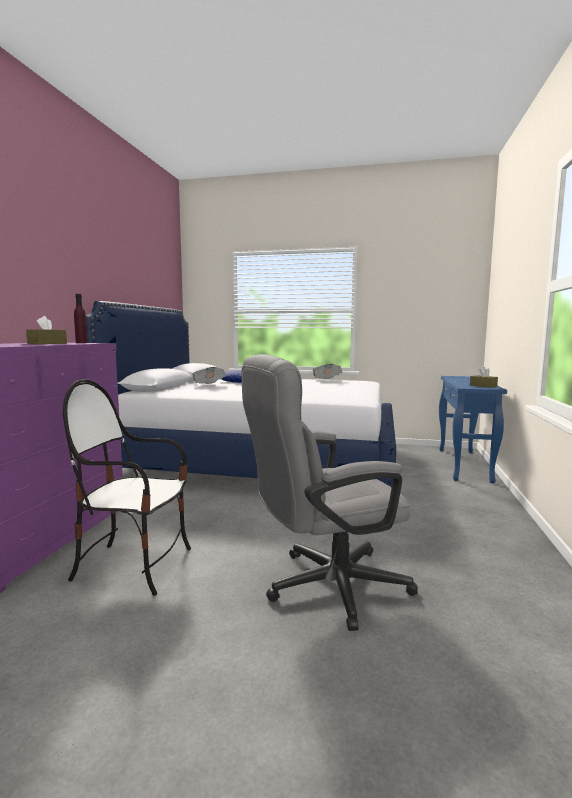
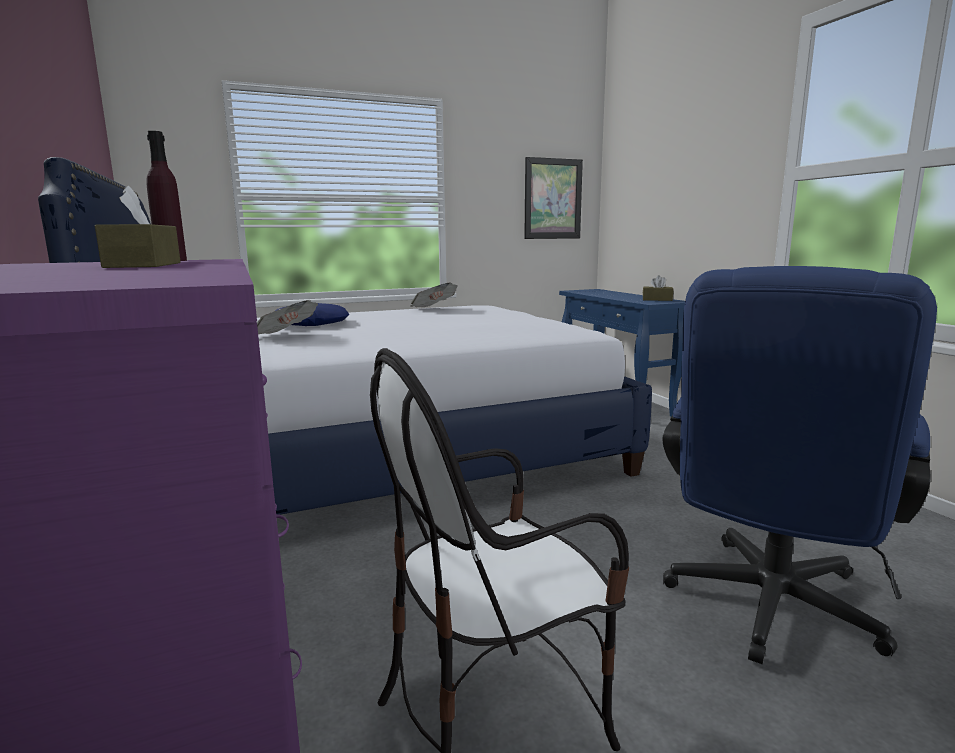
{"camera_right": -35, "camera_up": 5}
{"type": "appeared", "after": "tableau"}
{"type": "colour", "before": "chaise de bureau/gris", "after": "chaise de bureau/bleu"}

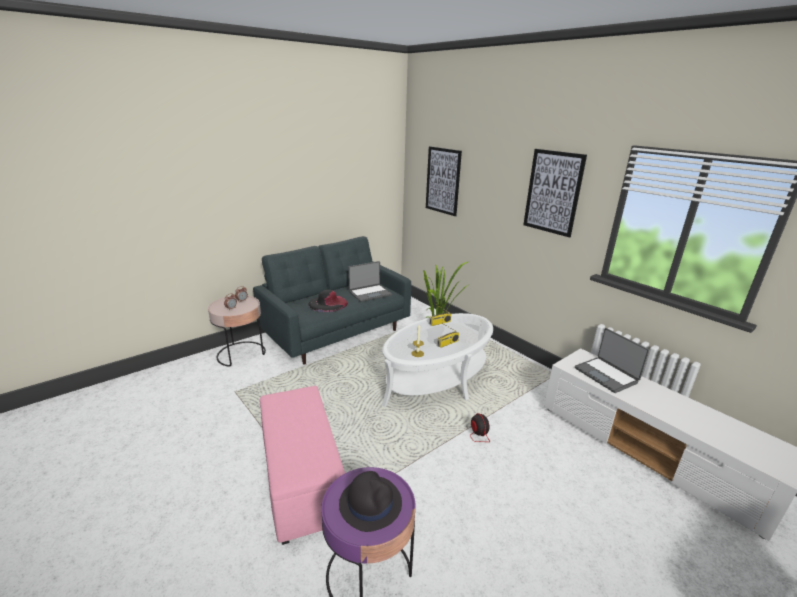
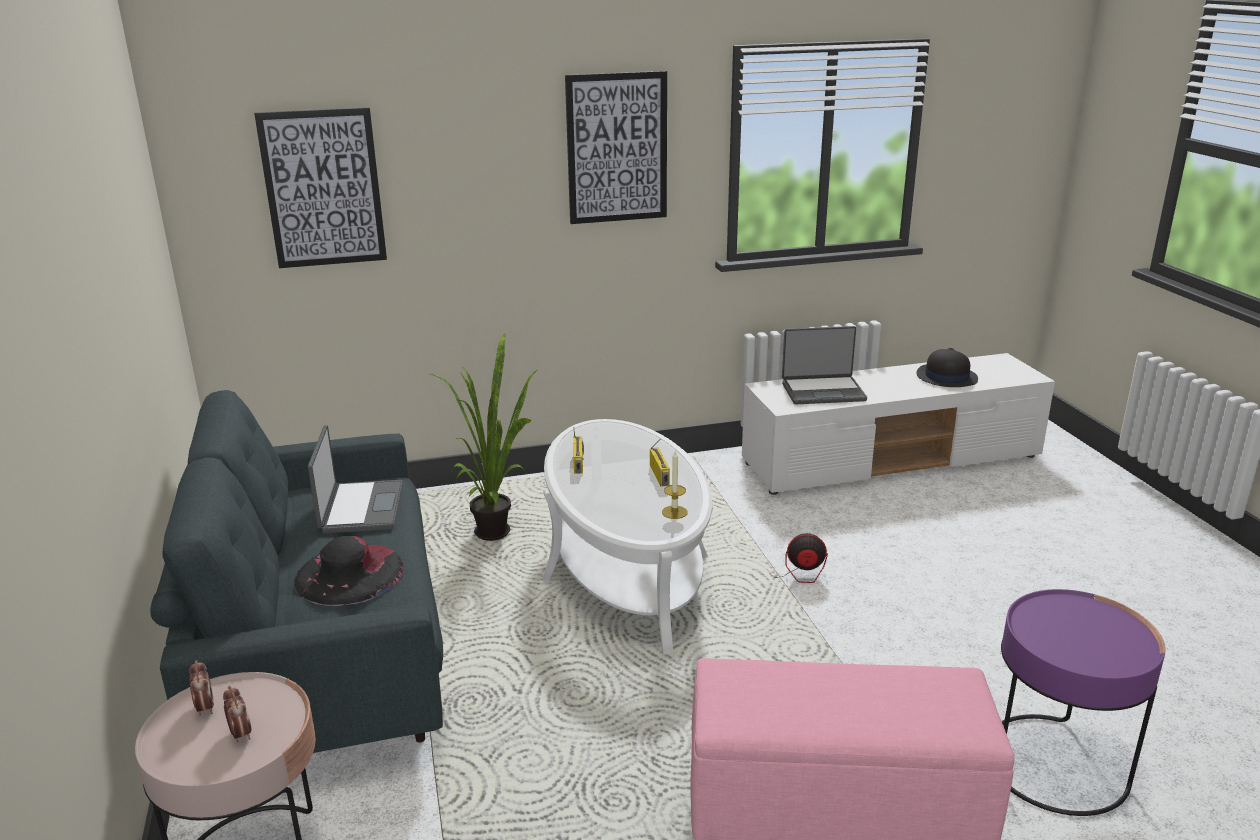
{"camera_right": -65, "camera_up": 0}
{"type": "relocated", "before": "chapeau/noir (no. 2 from left)"}

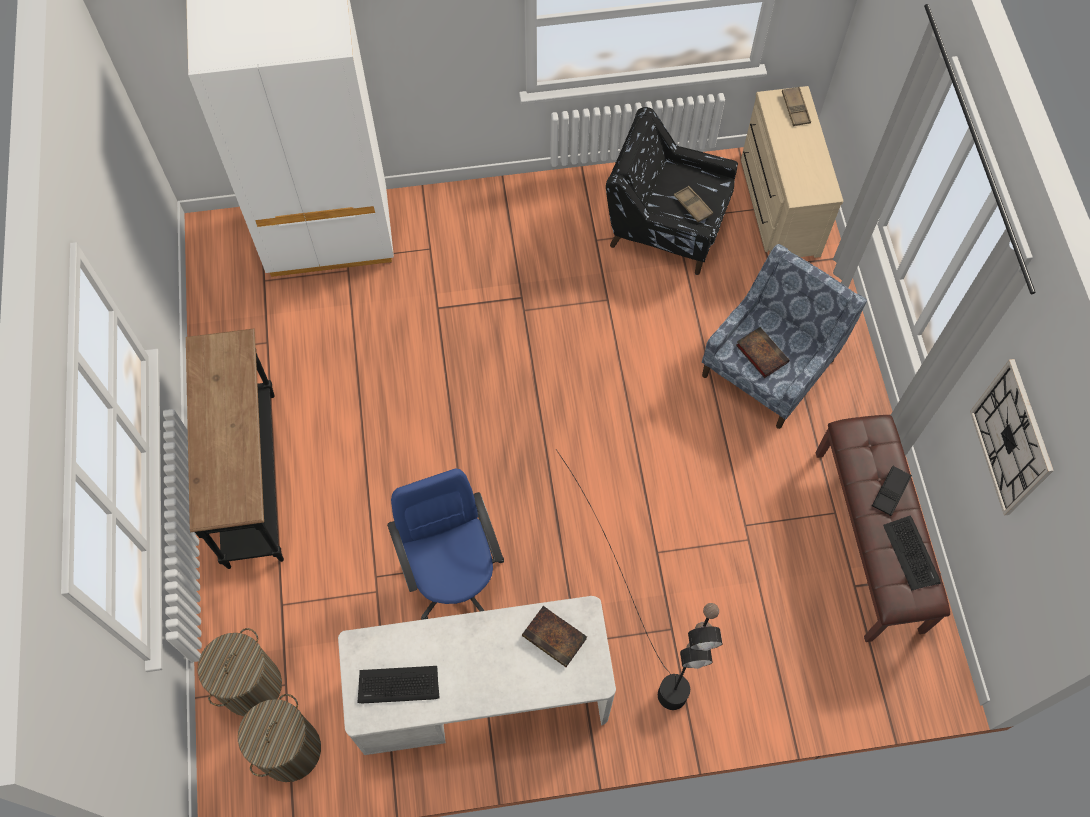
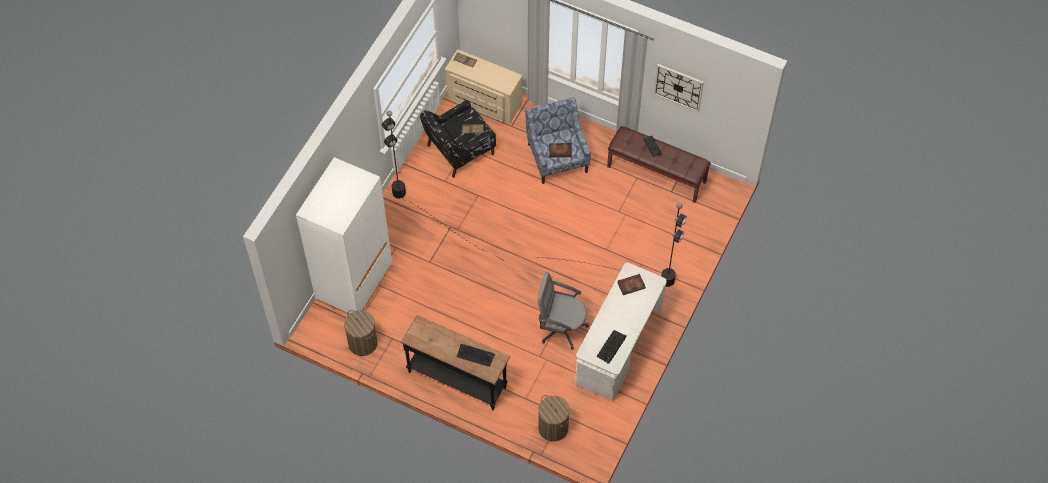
{"camera_right": -55, "camera_up": -5}
{"type": "appeared", "after": "lampadaire/noir (no. 1 from left)"}
{"type": "relocated", "before": "panier à linge (no. 2 from left in the first image)", "after": "panier à linge (no. 1 from left)"}
{"type": "relocated", "before": "clavier (no. 2 from left in the first image)", "after": "clavier (no. 1 from left)"}
{"type": "colour", "before": "chaise de bureau/bleu", "after": "chaise de bureau/gris"}

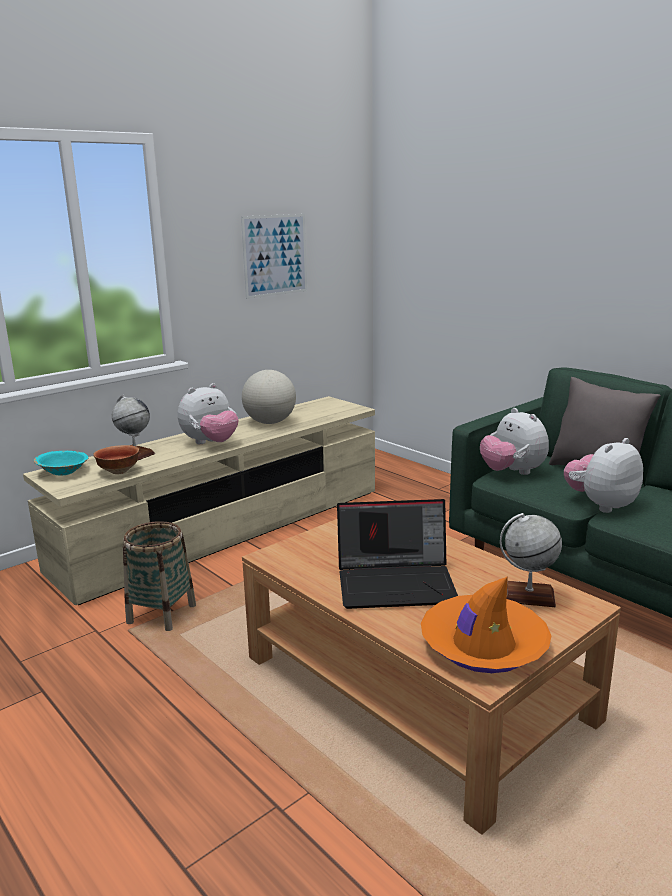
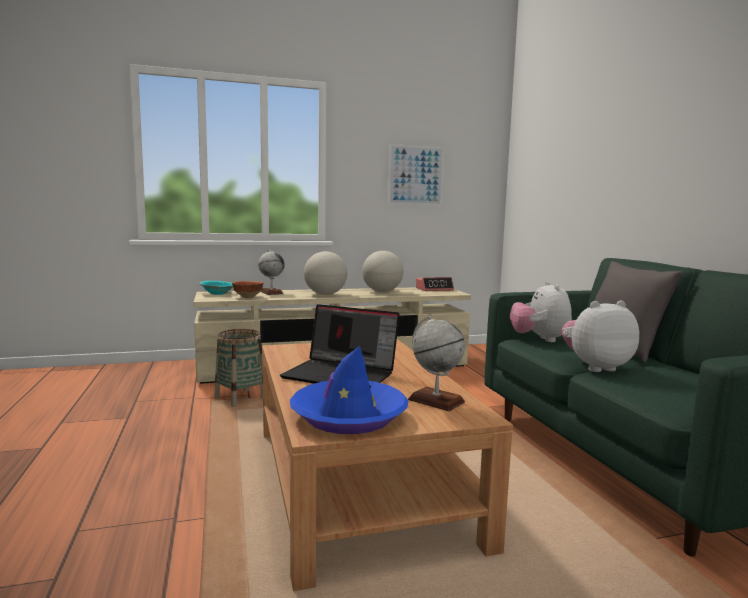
{"camera_right": 25, "camera_up": -10}
{"type": "appeared", "after": "réveil"}
{"type": "exchanged", "before": "peluche (no. 1 from left)", "after": "globe (no. 2 from left)"}
{"type": "colour", "before": "chapeau/orange", "after": "chapeau/bleu"}

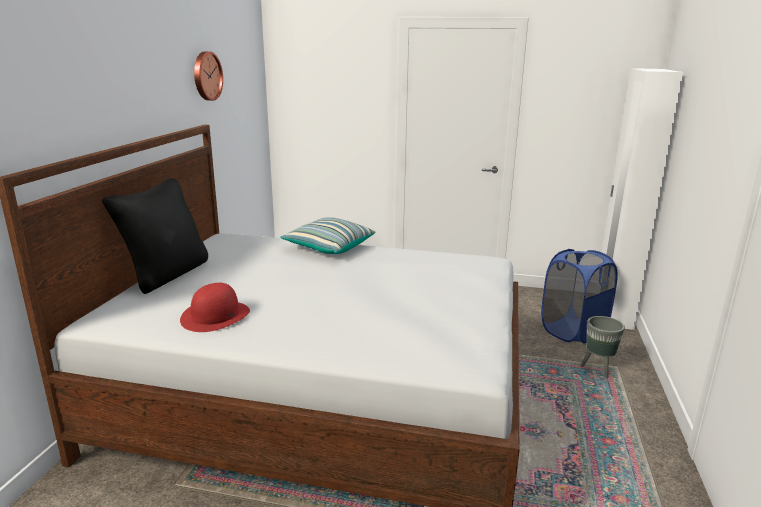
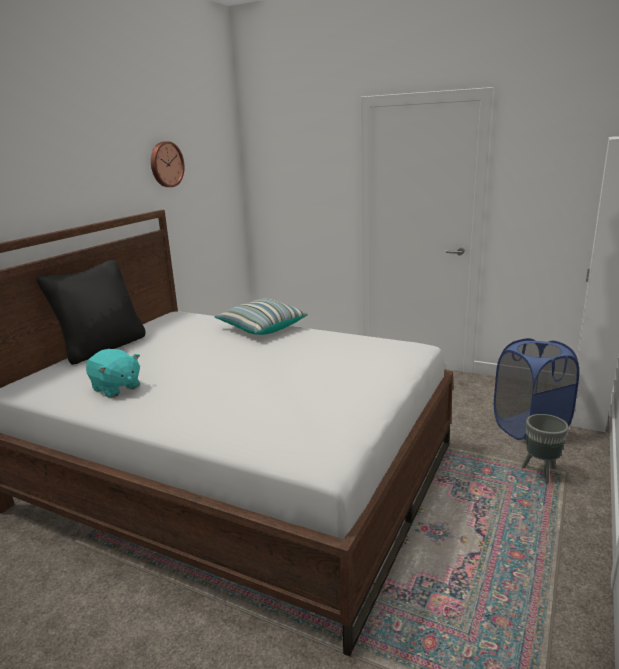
{"camera_right": 15, "camera_up": 0}
{"type": "exchanged", "before": "chapeau/rouge", "after": "peluche/turquoise"}

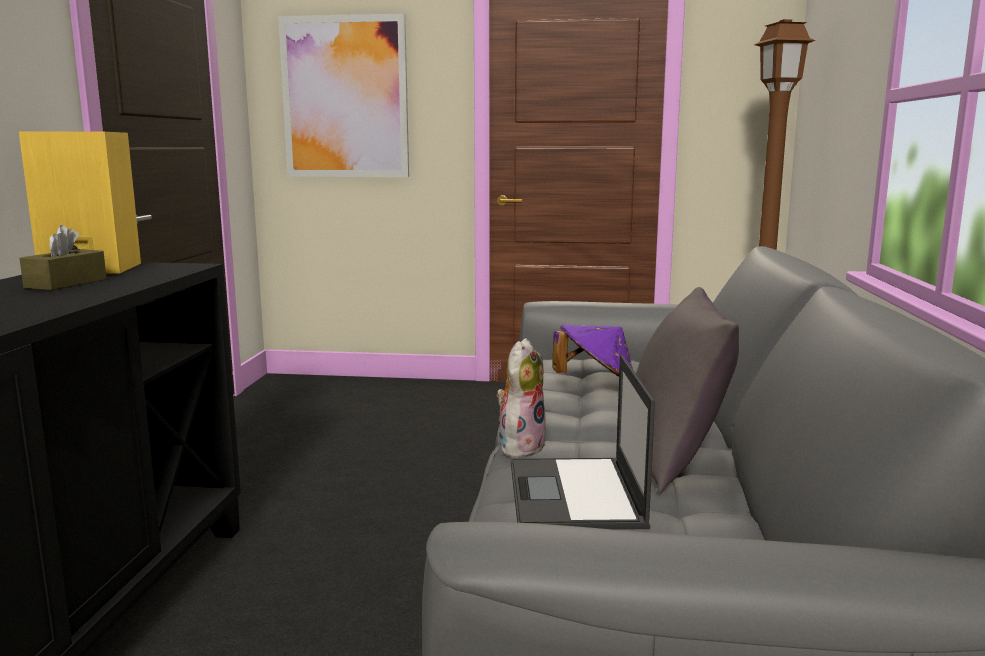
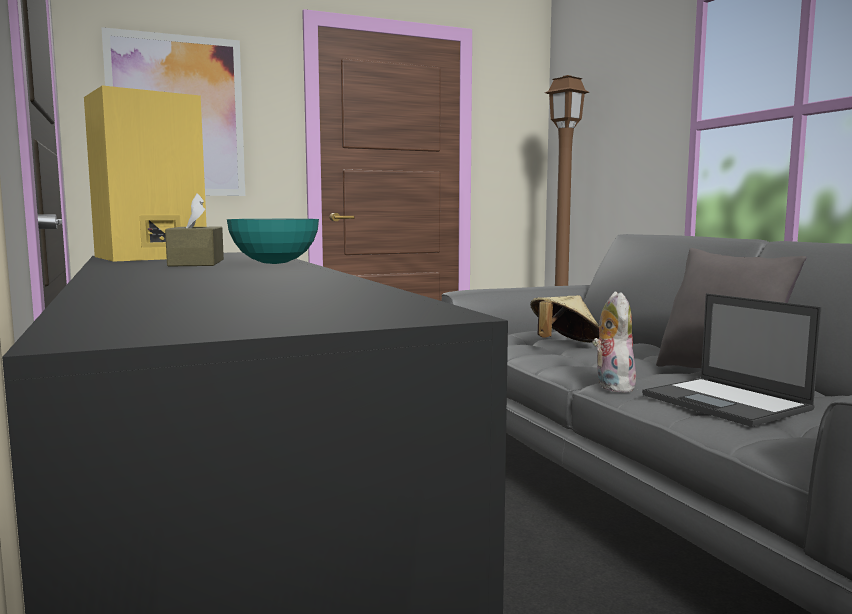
{"camera_right": -30, "camera_up": -5}
{"type": "appeared", "after": "bol"}
{"type": "colour", "before": "chapeau/violet", "after": "chapeau/beige"}

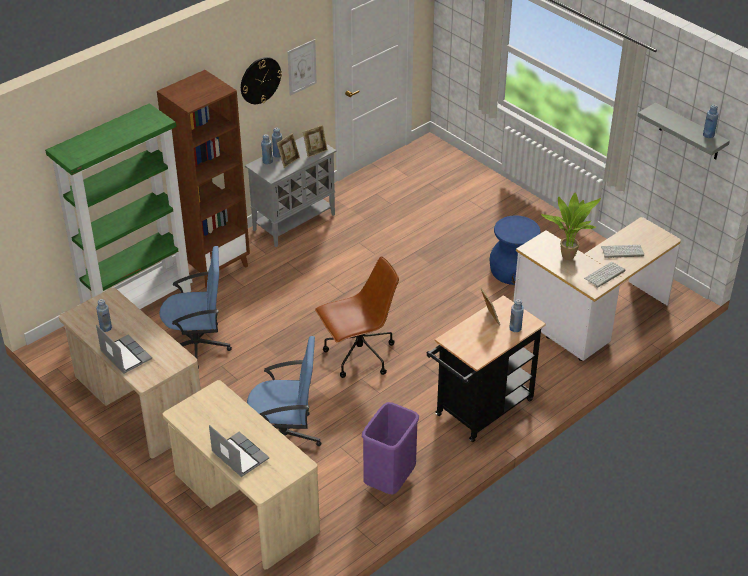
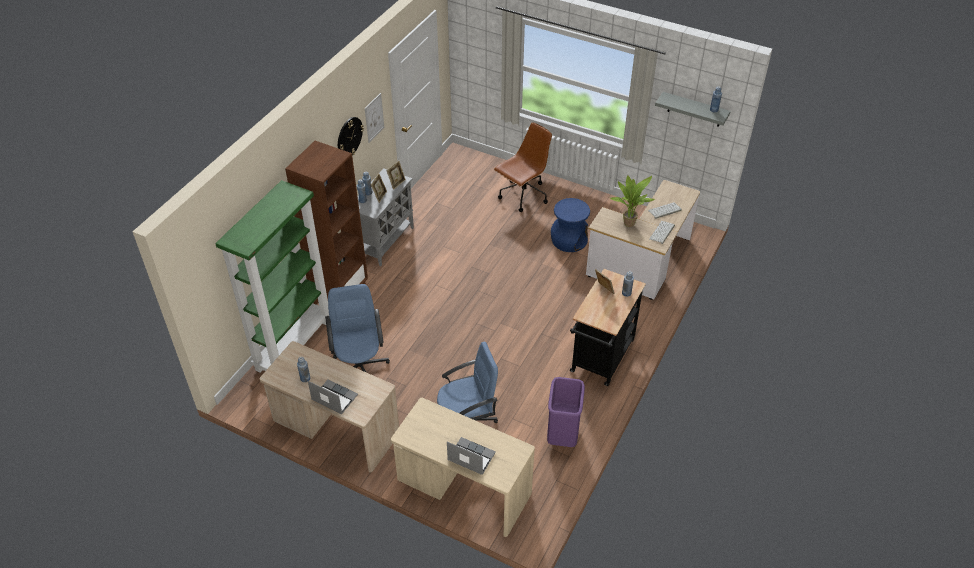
{"camera_right": -20, "camera_up": 5}
{"type": "relocated", "before": "chaise de bureau/marron"}
{"type": "spun", "before": "chaise de bureau/bleu (no. 1 from left)", "turn": -75}

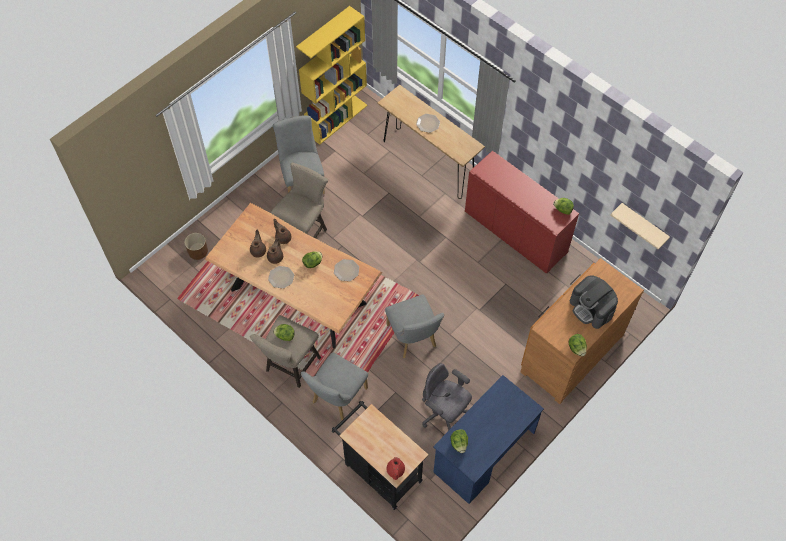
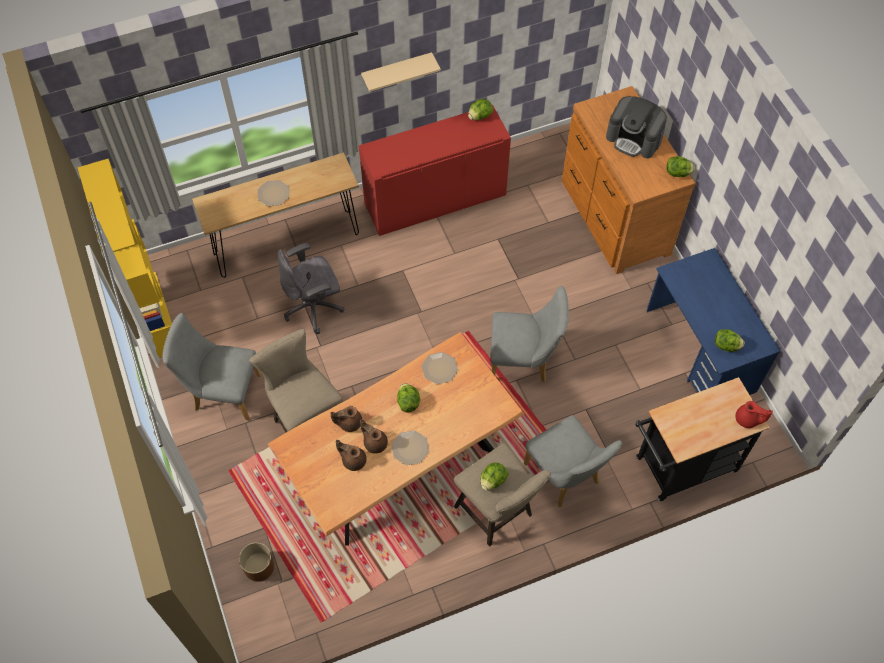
{"camera_right": -65, "camera_up": 0}
{"type": "relocated", "before": "chaise de bureau/gris"}
{"type": "relocated", "before": "étagère/beige"}
{"type": "spun", "before": "machine à café", "turn": 45}

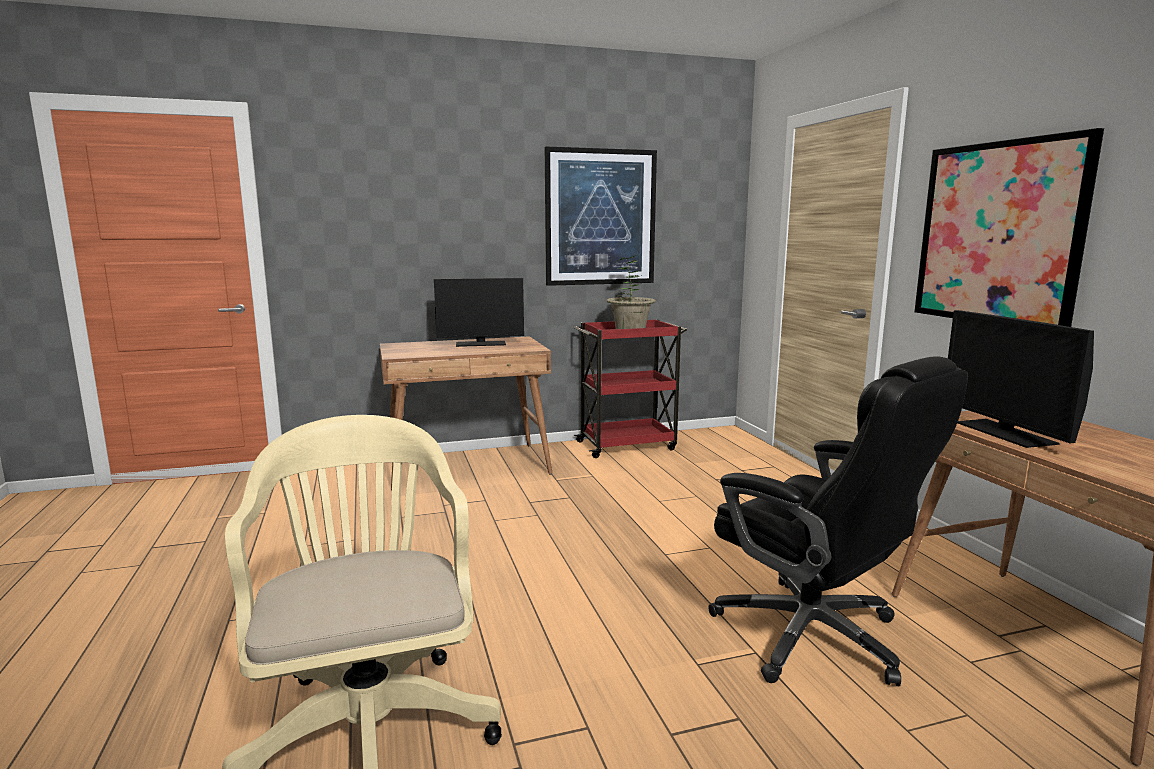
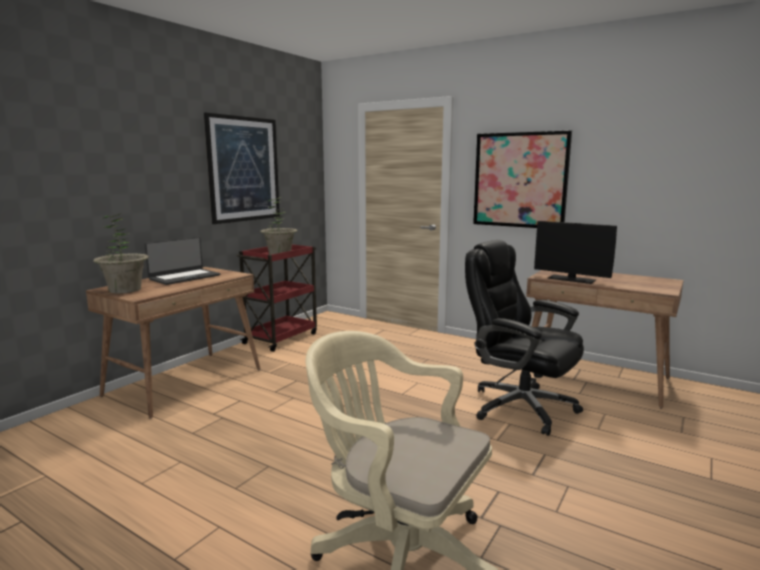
{"camera_right": -40, "camera_up": 0}
{"type": "appeared", "after": "plante en pot (no. 1 from left)"}
{"type": "exchanged", "before": "écran d'ordinateur (no. 1 from left)", "after": "ordinateur portable"}
{"type": "spun", "before": "chaise de bureau/noir", "turn": -150}

